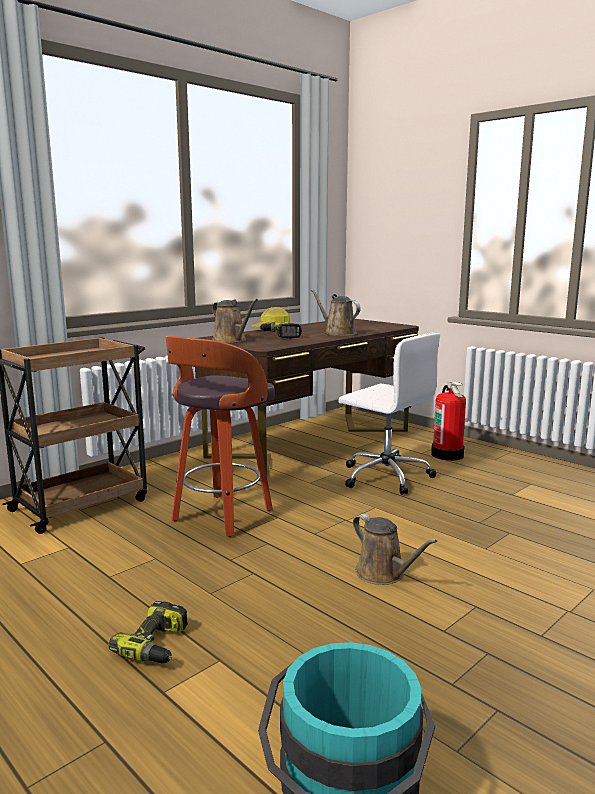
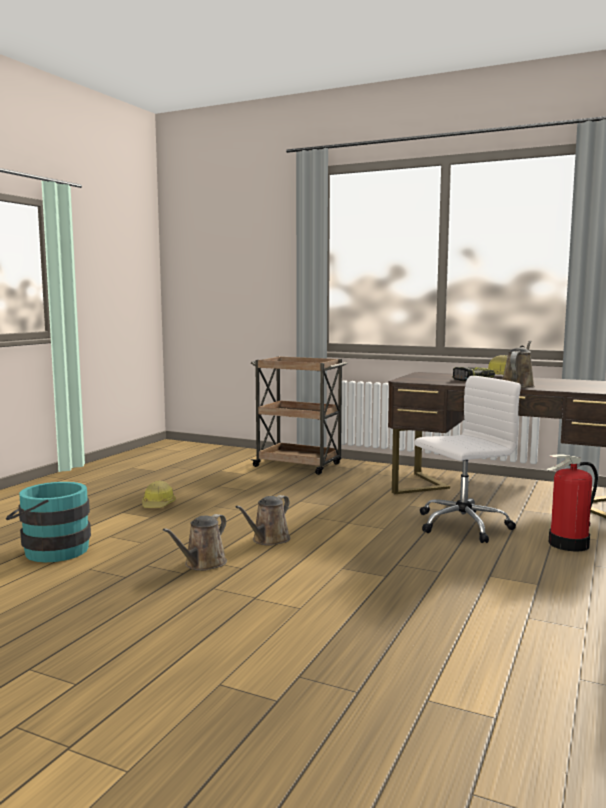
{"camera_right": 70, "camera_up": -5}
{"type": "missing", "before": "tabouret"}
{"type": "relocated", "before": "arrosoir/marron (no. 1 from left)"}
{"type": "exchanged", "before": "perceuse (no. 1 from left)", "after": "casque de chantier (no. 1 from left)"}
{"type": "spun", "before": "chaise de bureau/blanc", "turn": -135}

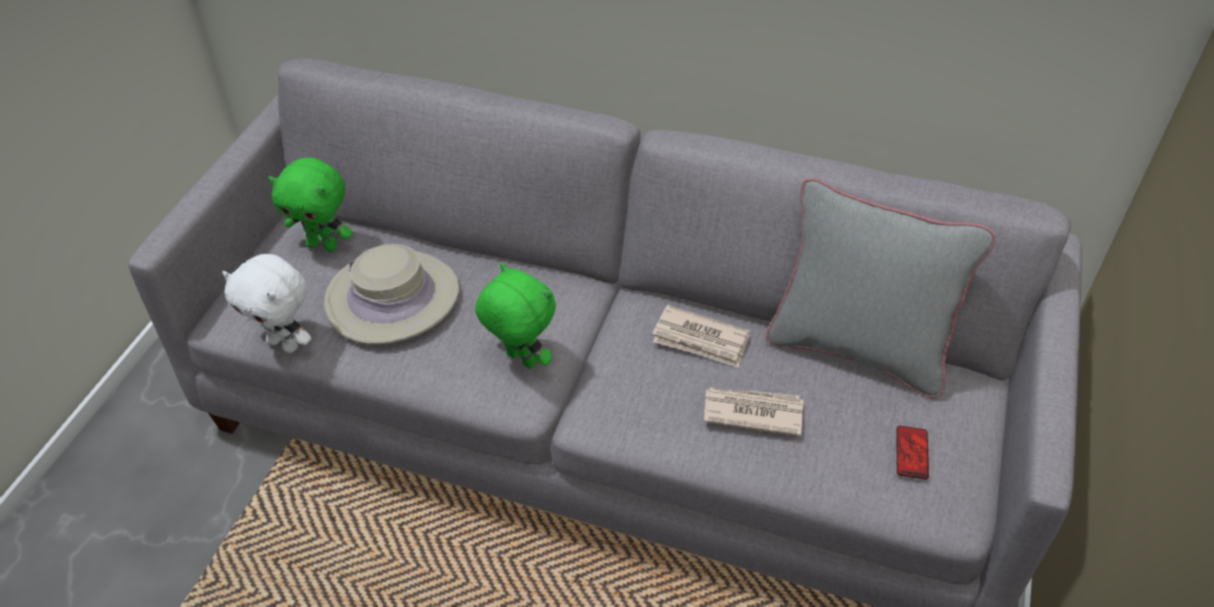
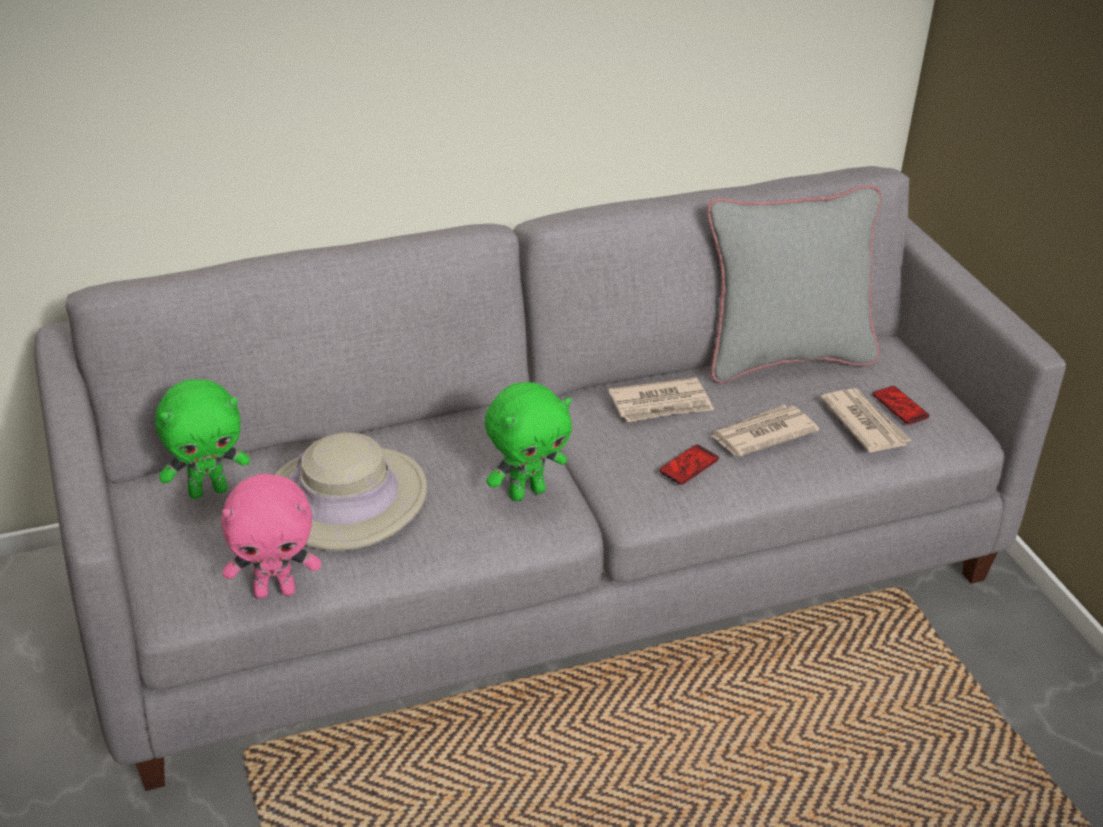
{"camera_right": -40, "camera_up": -10}
{"type": "appeared", "after": "téléphone (no. 1 from left)"}
{"type": "appeared", "after": "journal (no. 3 from left)"}
{"type": "colour", "before": "peluche/blanc", "after": "peluche/rose"}
{"type": "spun", "before": "peluche/vert (no. 2 from left)", "turn": 150}

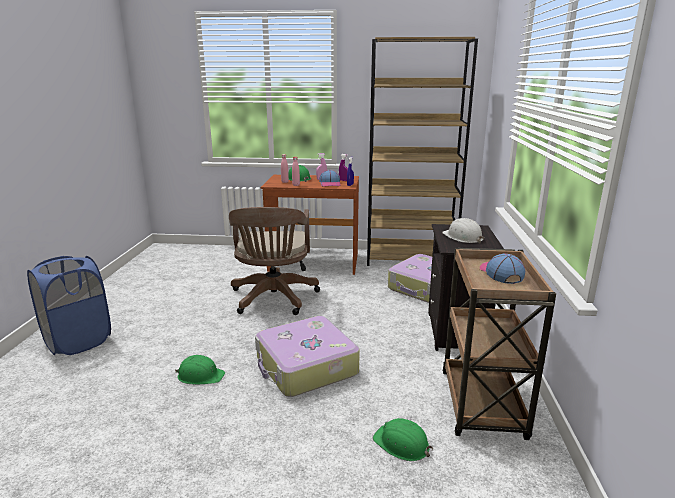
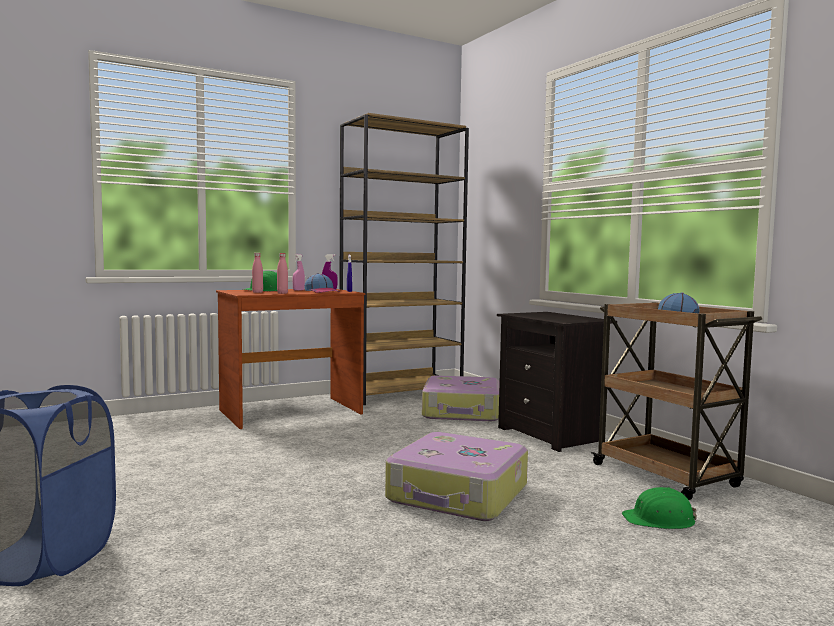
{"camera_right": -35, "camera_up": -15}
{"type": "missing", "before": "casque de chantier/vert (no. 1 from left)"}
{"type": "missing", "before": "chaise de bureau/marron"}
{"type": "missing", "before": "casque de chantier/blanc"}

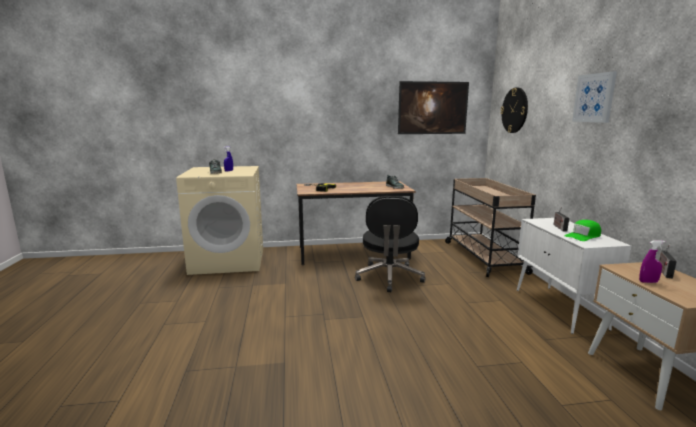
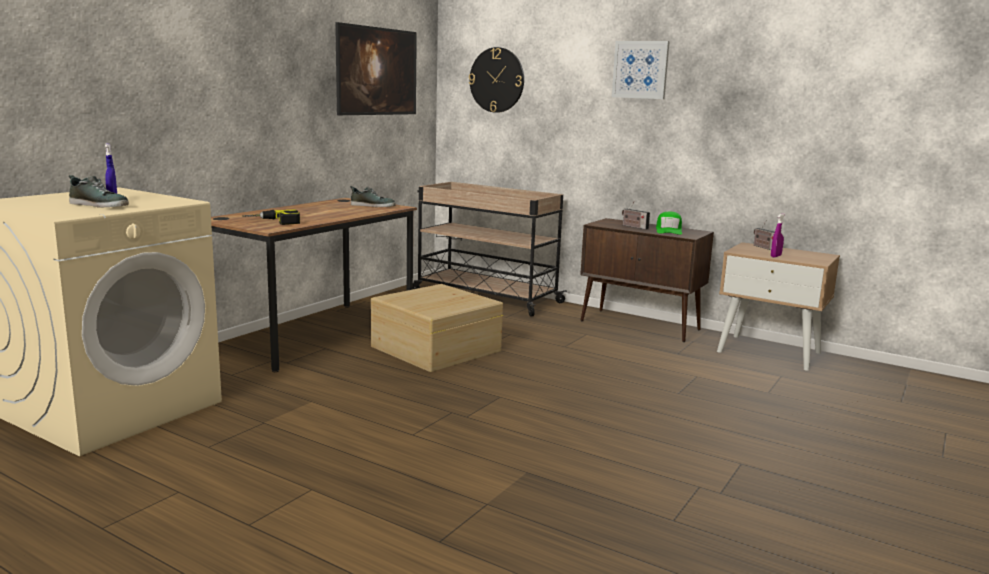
{"camera_right": -50, "camera_up": 0}
{"type": "exchanged", "before": "chaise de bureau/noir", "after": "boîte de rangement/beige"}
{"type": "colour", "before": "meuble de rangement/blanc", "after": "meuble de rangement/marron"}

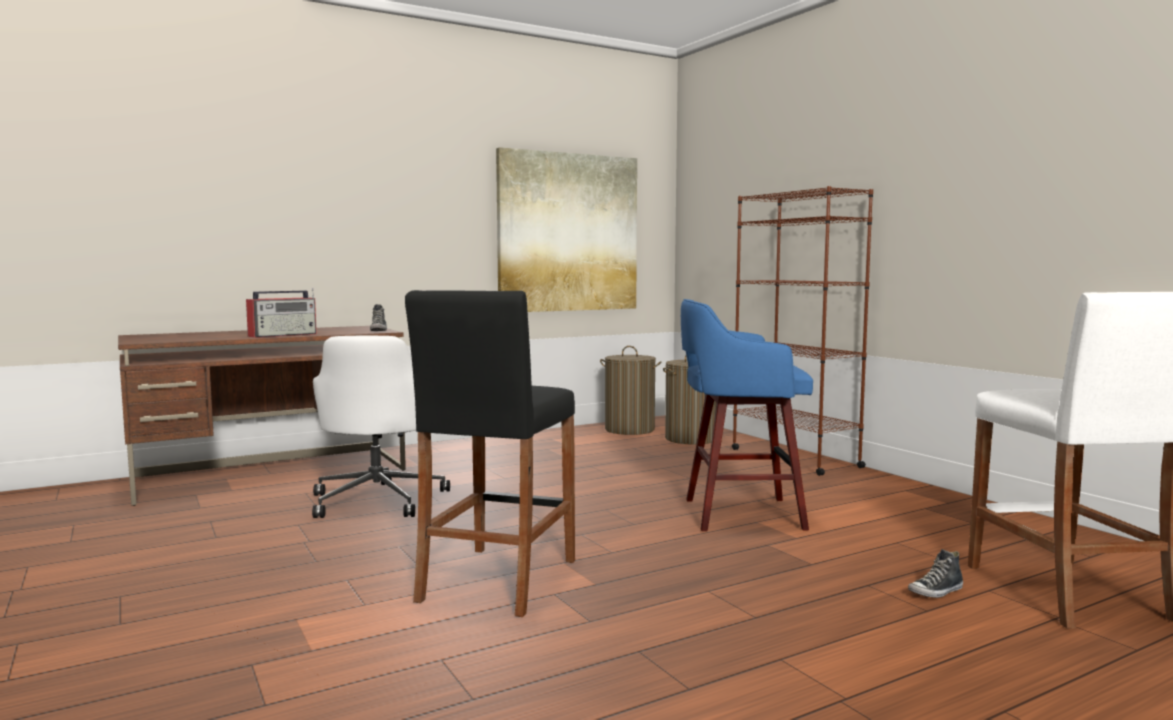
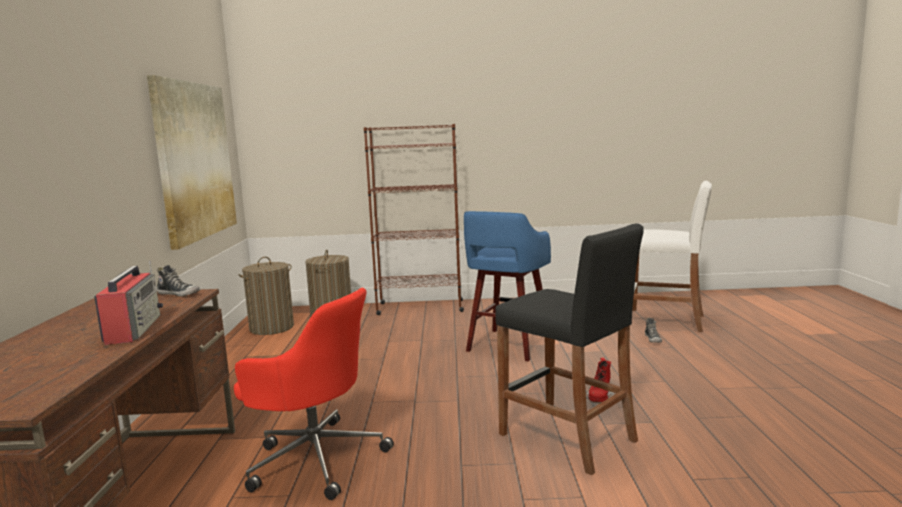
{"camera_right": -60, "camera_up": 5}
{"type": "appeared", "after": "botte/rouge"}
{"type": "colour", "before": "chaise de bureau/blanc", "after": "chaise de bureau/rouge"}

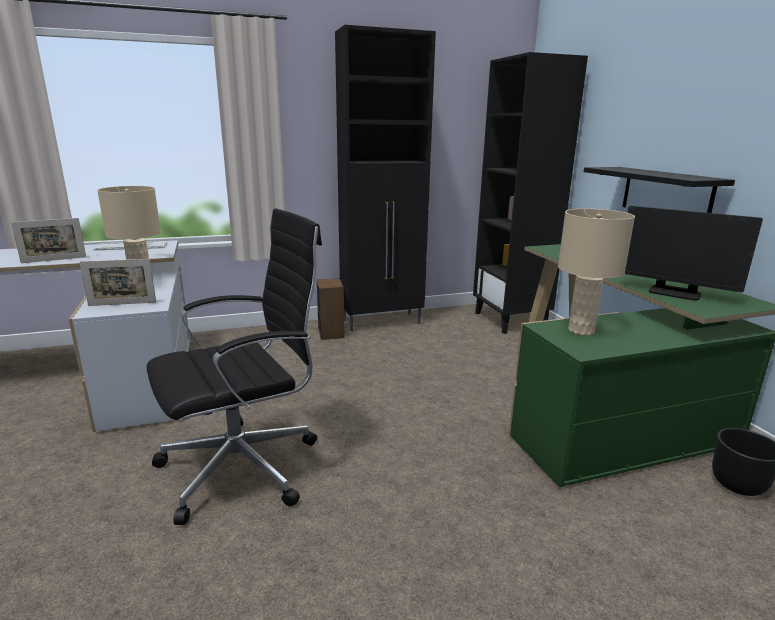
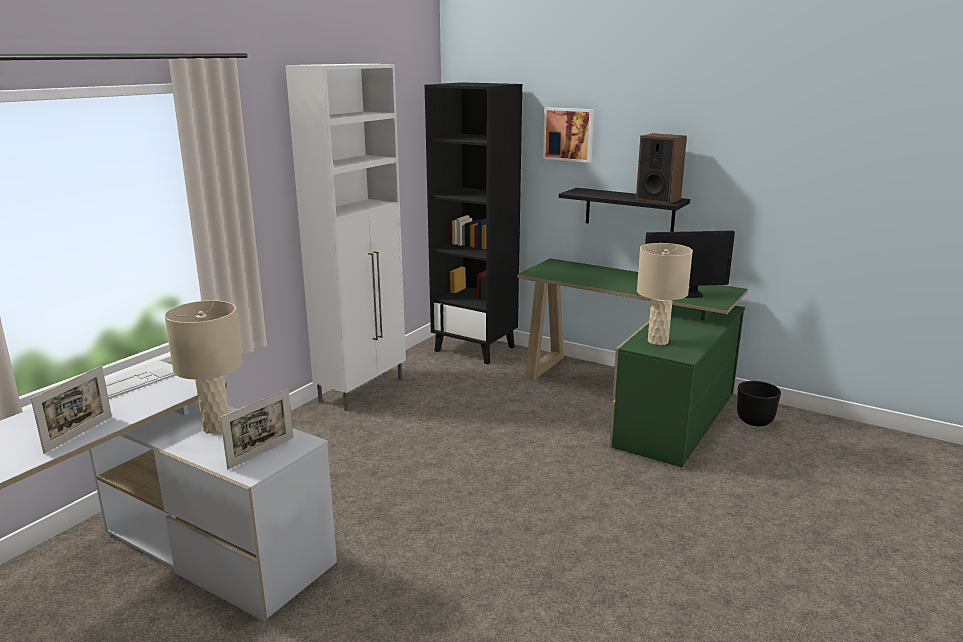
{"camera_right": -40, "camera_up": 0}
{"type": "missing", "before": "chaise de bureau/noir"}
{"type": "appeared", "after": "tableau"}
{"type": "relocated", "before": "enceinte"}
{"type": "colour", "before": "meuble de rangement/noir", "after": "meuble de rangement/blanc"}

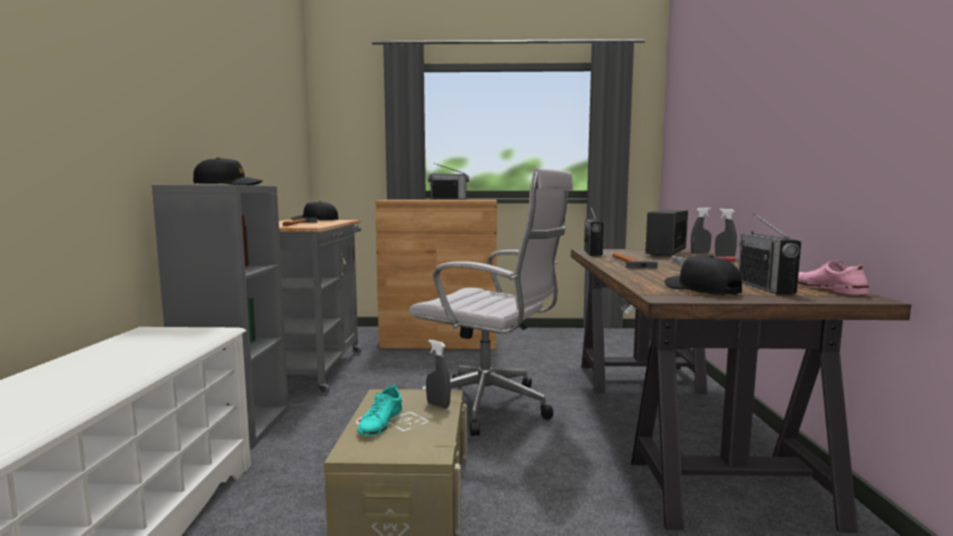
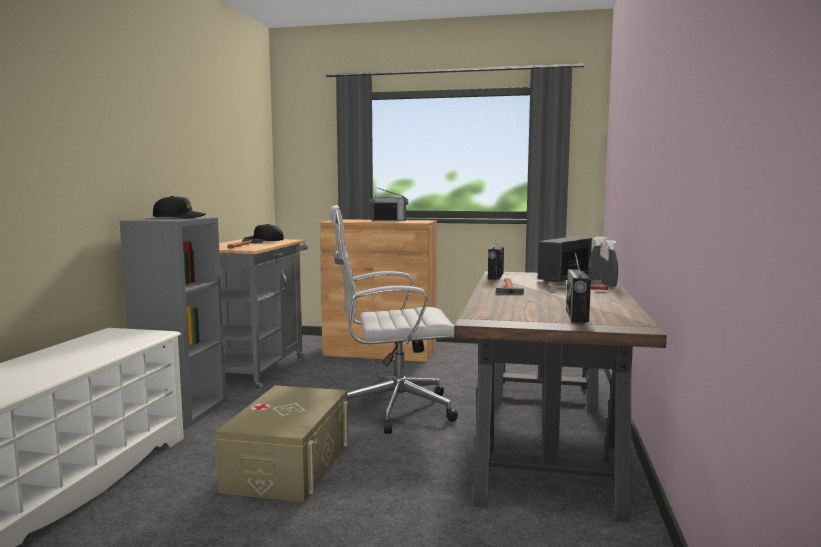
{"camera_right": 10, "camera_up": 0}
{"type": "missing", "before": "chaussure/turquoise"}
{"type": "missing", "before": "vaporisateur/gris (no. 1 from left)"}
{"type": "missing", "before": "casquette/noir (no. 3 from left)"}
{"type": "missing", "before": "chaussure/rose"}
{"type": "spun", "before": "chaise de bureau/blanc", "turn": 135}

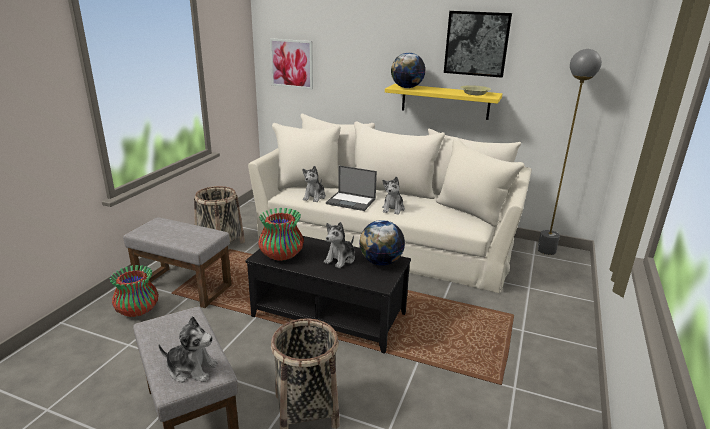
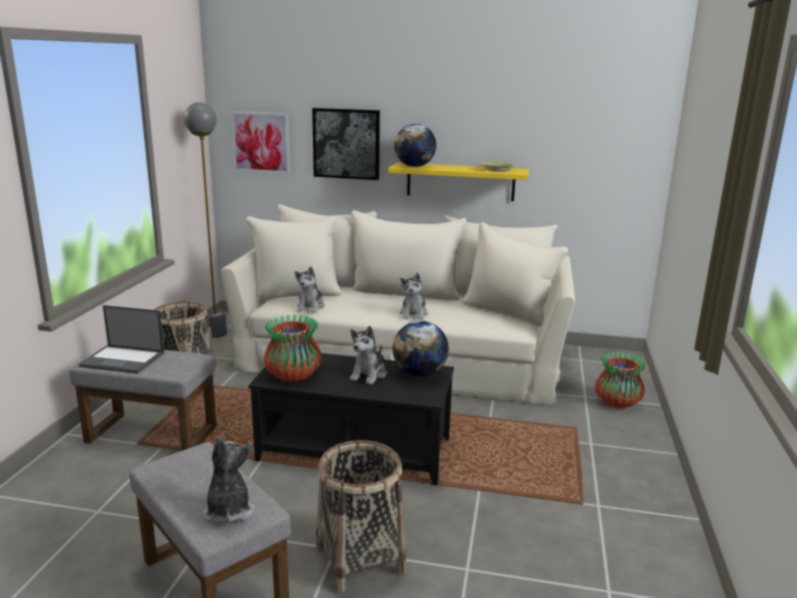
{"camera_right": -10, "camera_up": -5}
{"type": "relocated", "before": "vase (no. 1 from left in the first image)", "after": "vase (no. 2 from left)"}
{"type": "relocated", "before": "ordinateur portable"}
{"type": "relocated", "before": "tableau (no. 2 from left)"}
{"type": "relocated", "before": "lampadaire/gris"}
{"type": "spun", "before": "peluche (no. 1 from left)", "turn": -105}

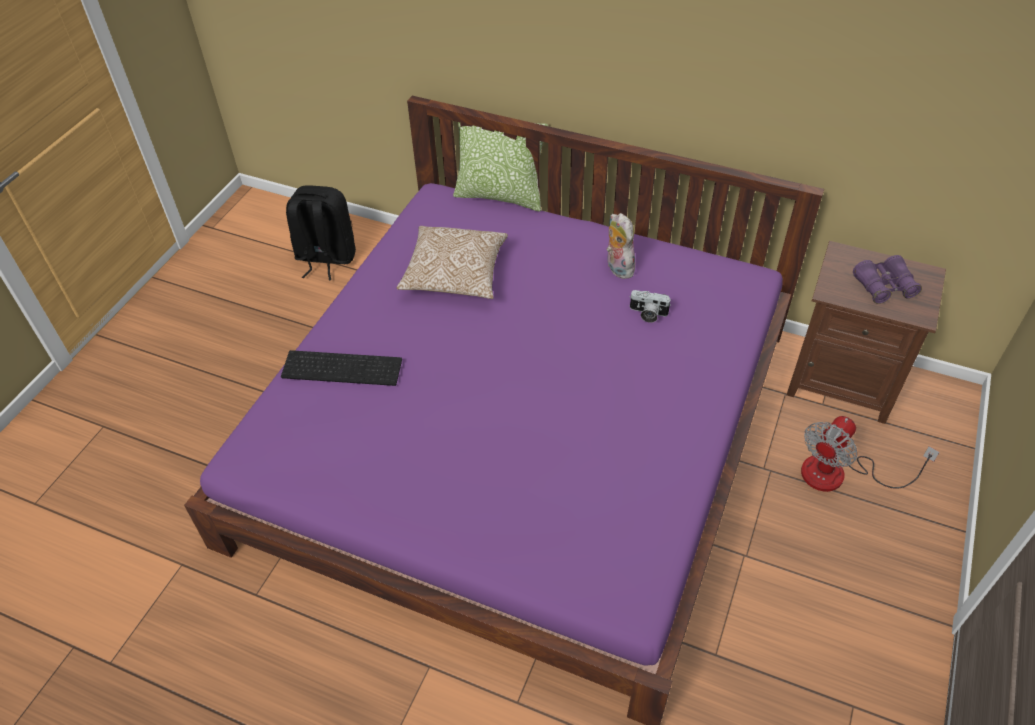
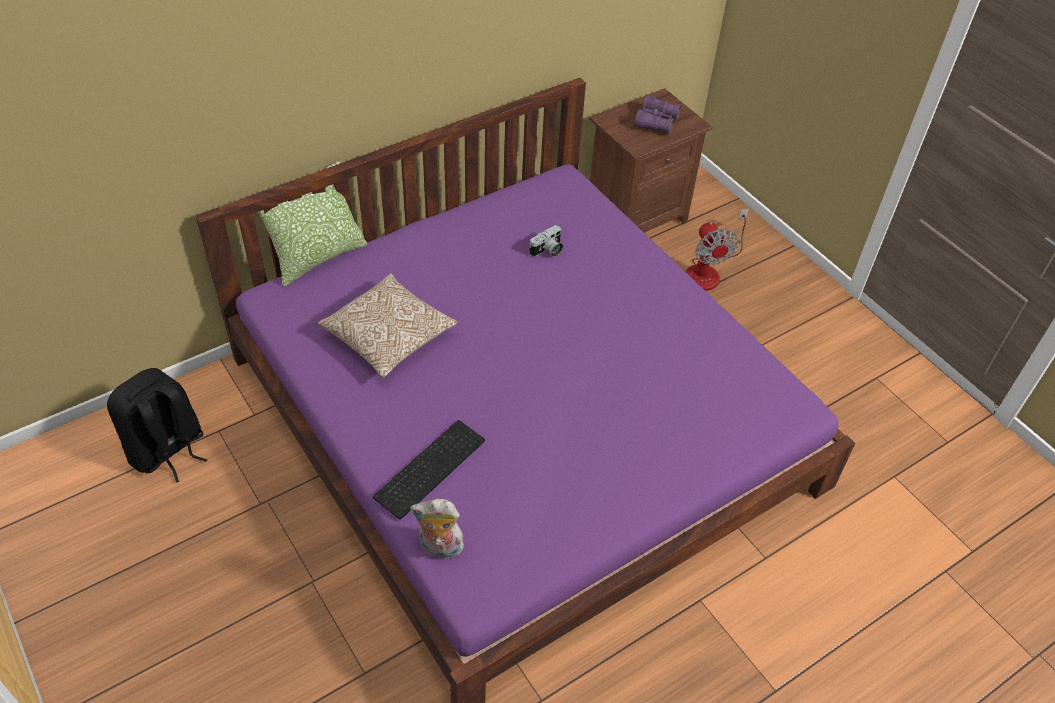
{"camera_right": -60, "camera_up": 0}
{"type": "relocated", "before": "peluche"}

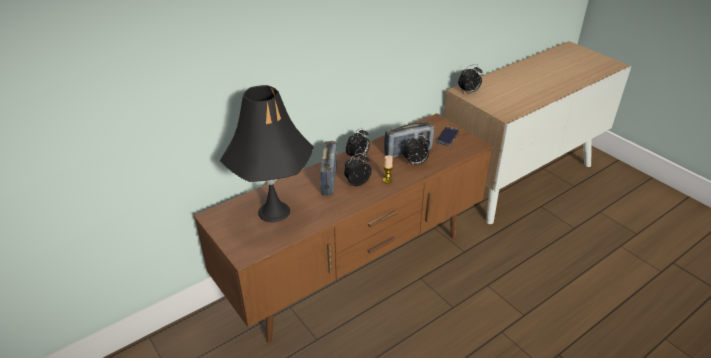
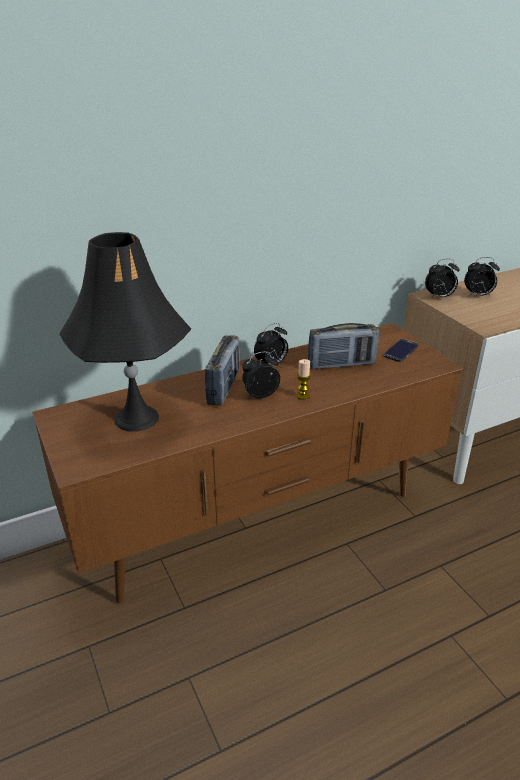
{"camera_right": 10, "camera_up": -5}
{"type": "relocated", "before": "réveil (no. 3 from left in the first image)", "after": "réveil (no. 4 from left)"}

